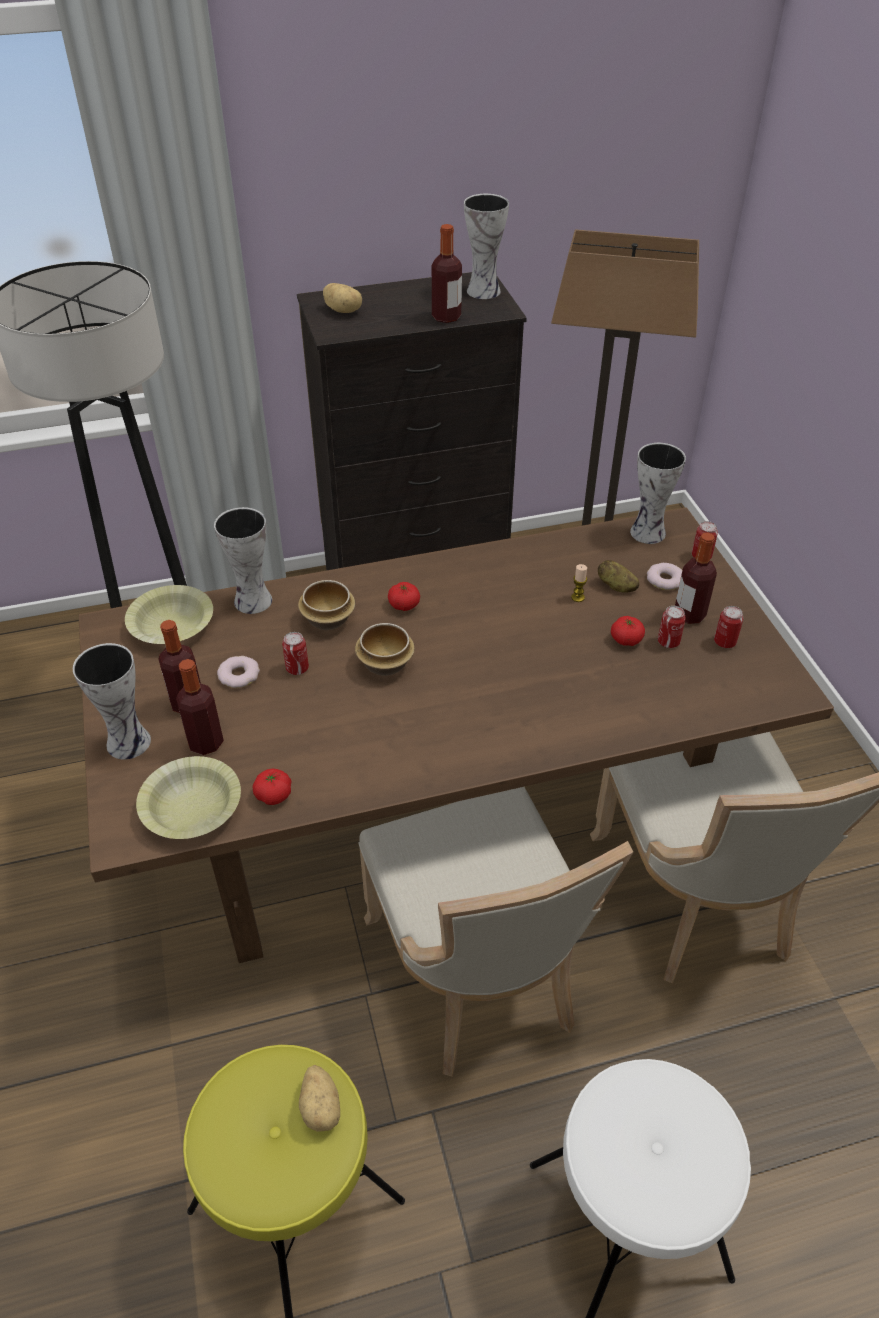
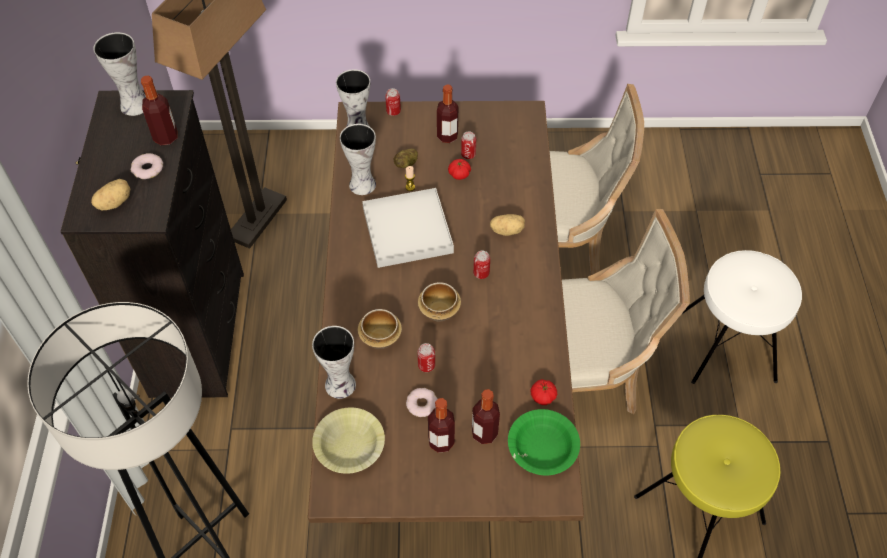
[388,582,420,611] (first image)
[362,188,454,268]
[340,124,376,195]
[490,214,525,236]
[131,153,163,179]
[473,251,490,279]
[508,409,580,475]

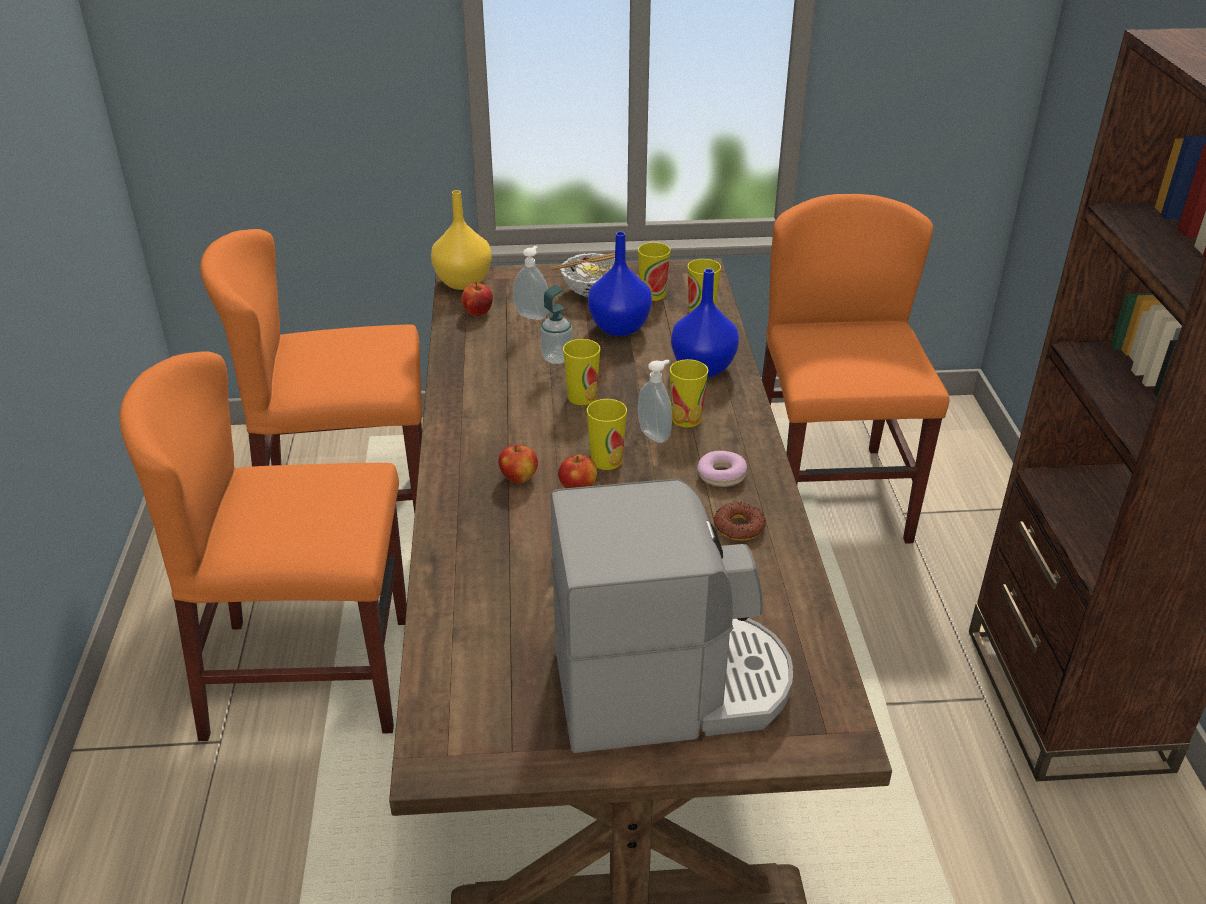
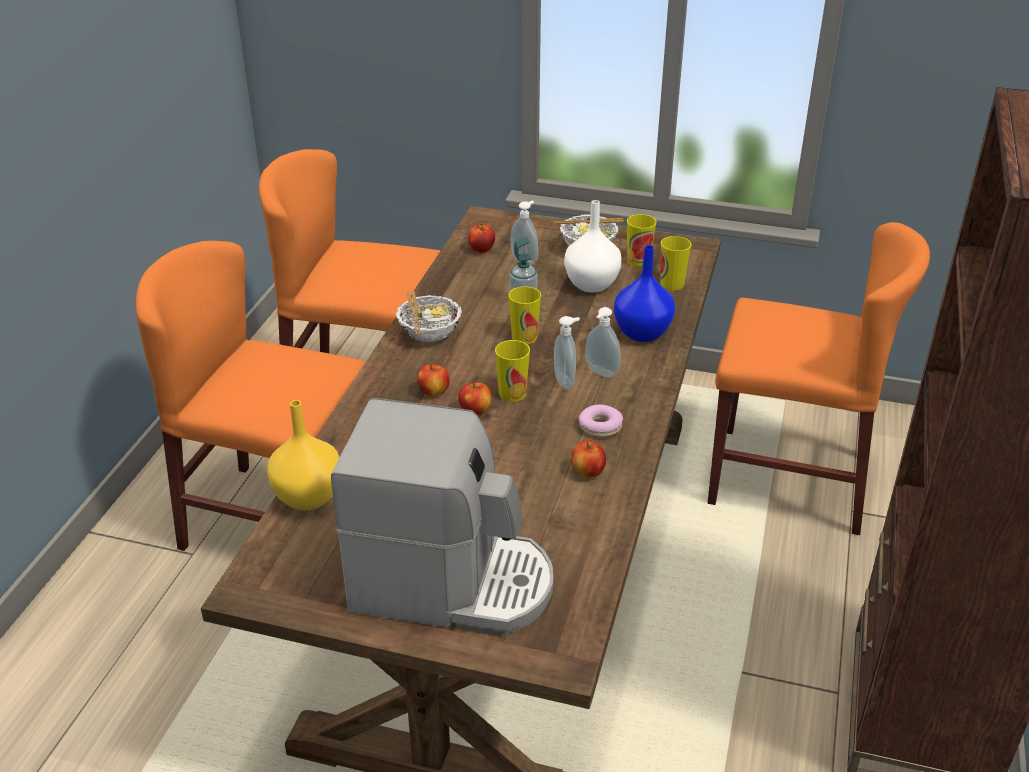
[396,291,462,342]
[267,400,340,510]
[585,307,621,378]
[571,441,606,478]
[564,200,622,293]
[708,222,930,535]

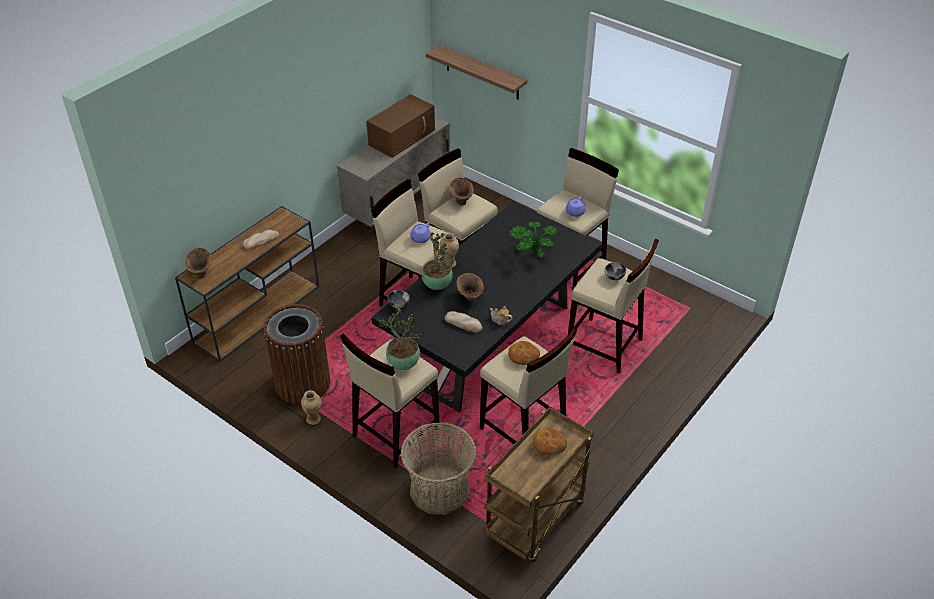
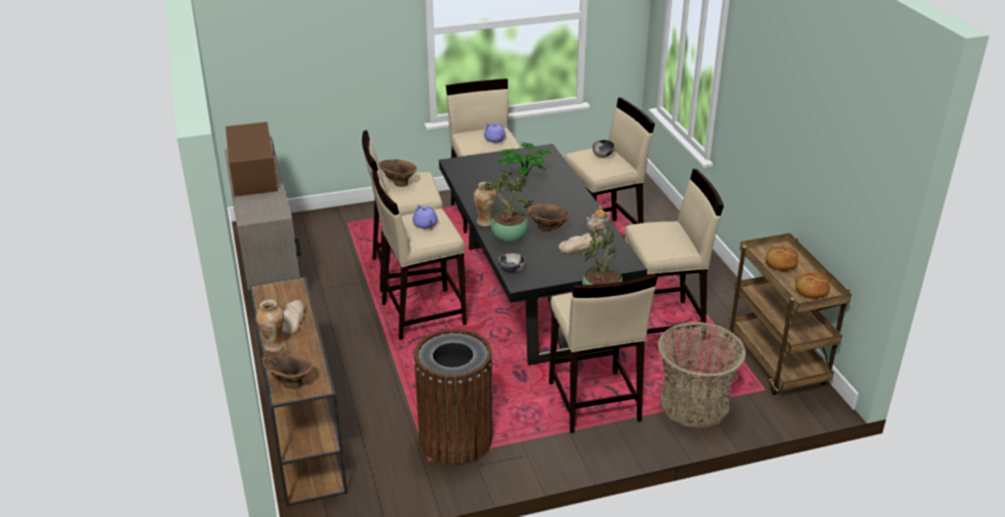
[426,45,527,99] (first image)
[256,300,284,352]
[795,273,830,299]

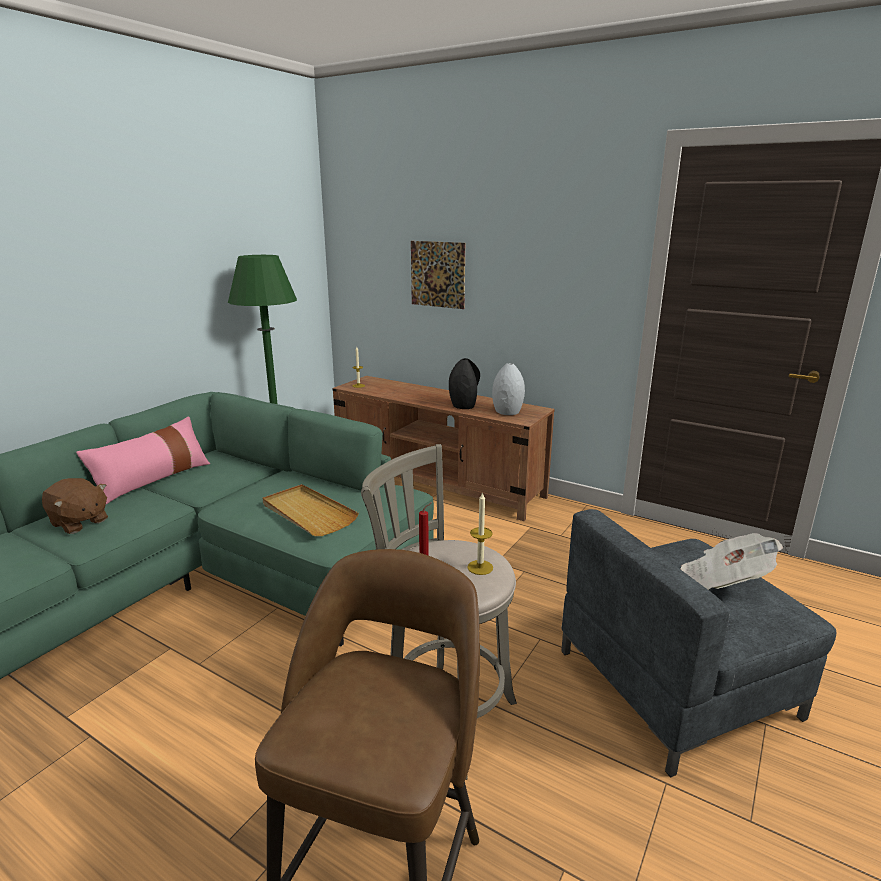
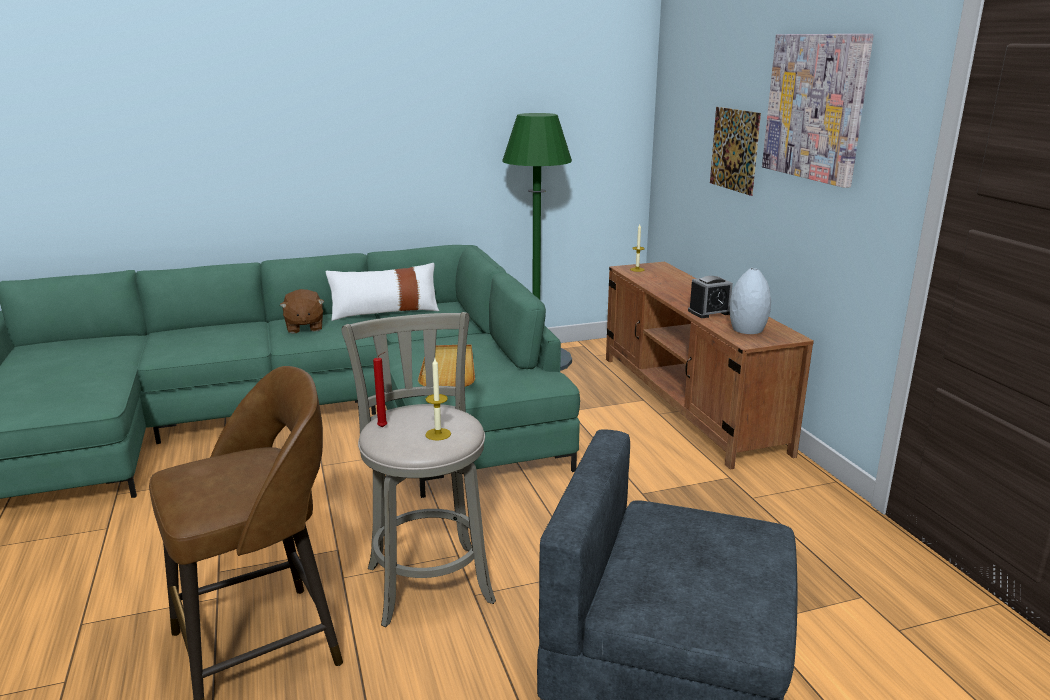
[681,533,783,590] (first image)
[762,34,874,188]
[688,276,733,318]
[326,263,439,321]

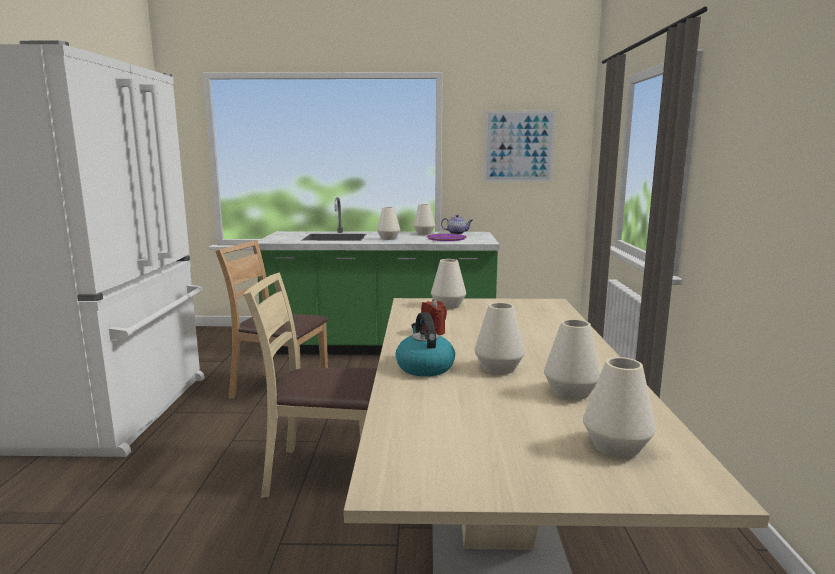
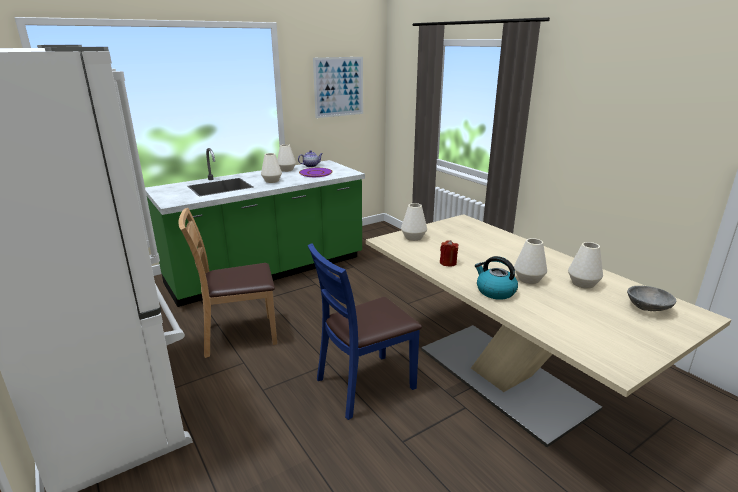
[627,286,676,311]
[308,243,422,420]

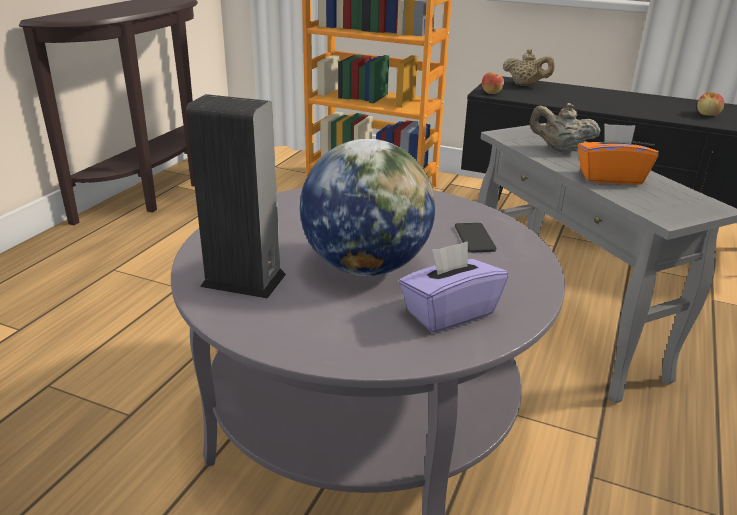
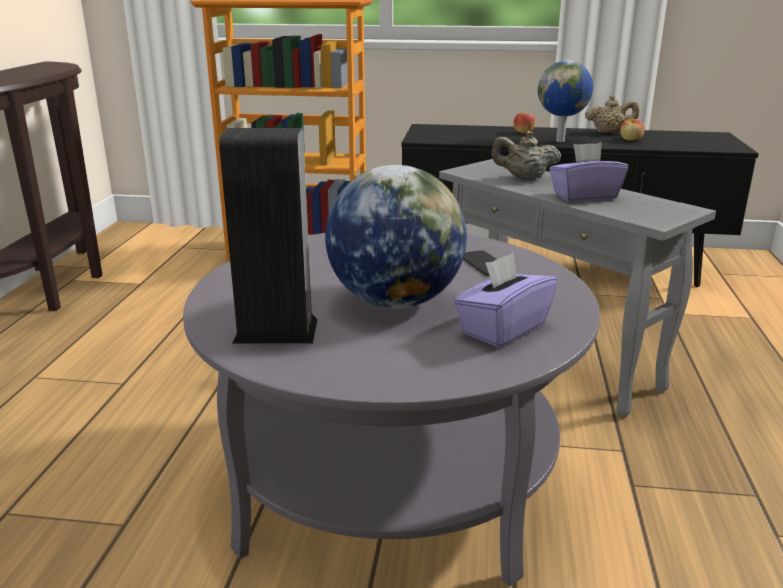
[538,60,593,142]
[514,113,536,133]
[585,95,639,133]
[549,143,628,202]

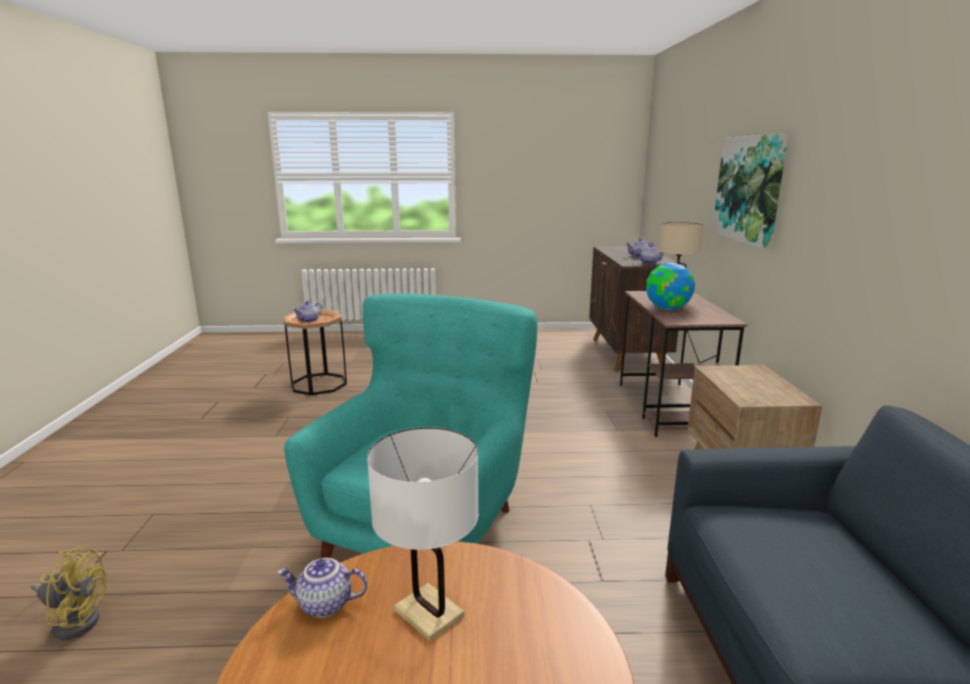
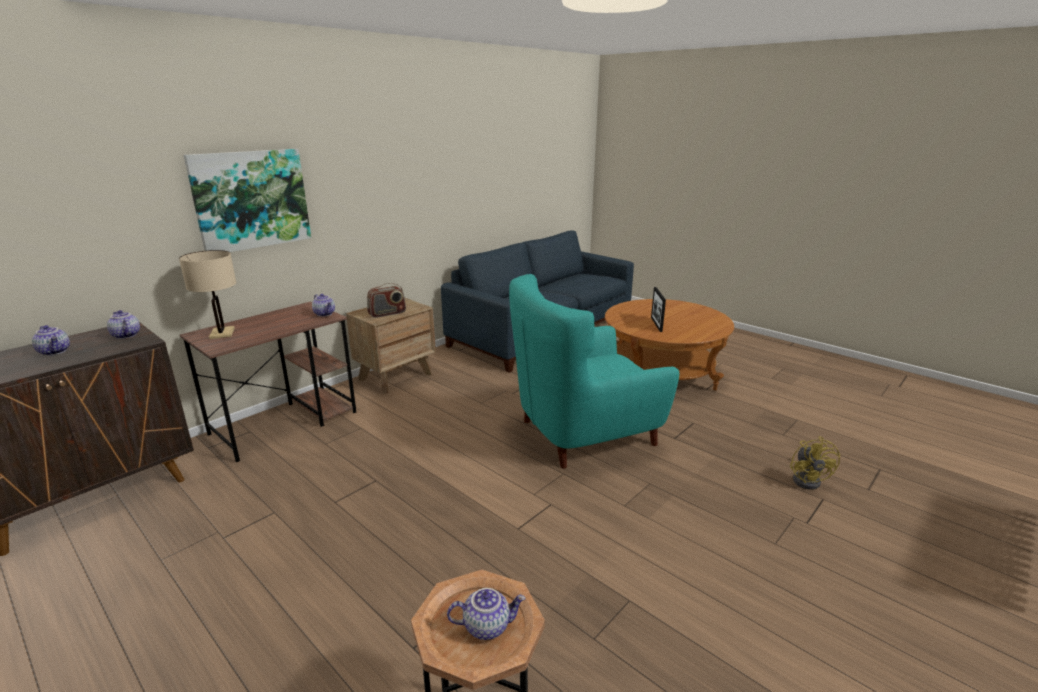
[646,263,695,310] (first image)
[367,283,406,318]
[312,294,335,317]
[651,287,666,332]
[790,436,840,490]

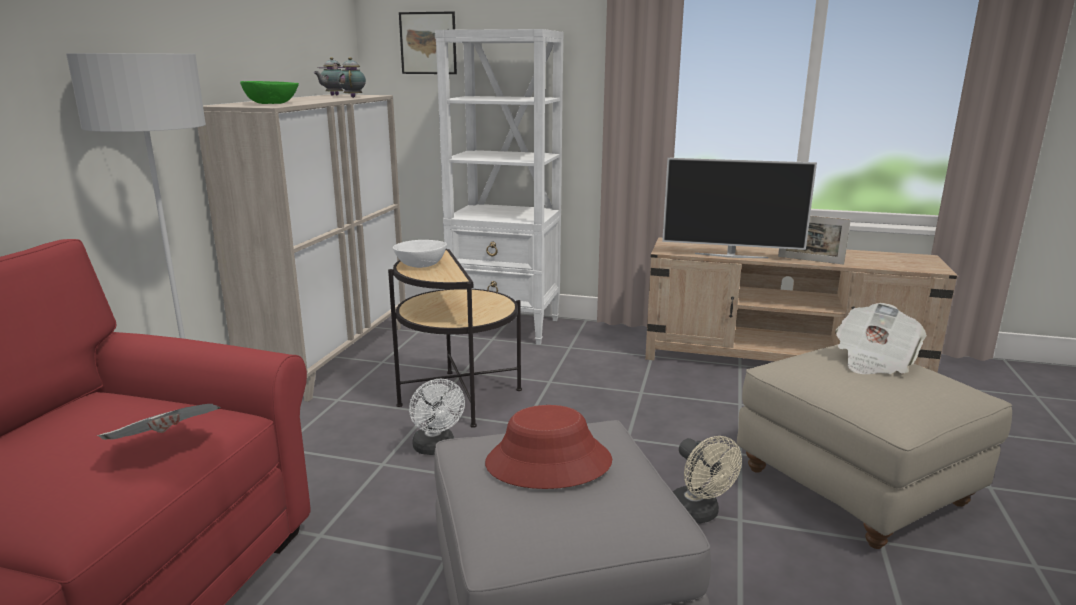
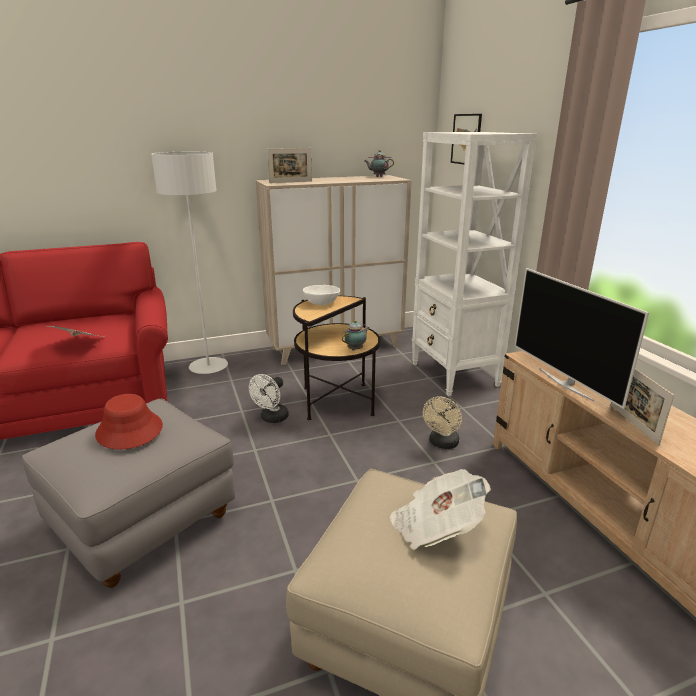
[342,320,369,351]
[423,397,462,449]
[267,148,312,183]

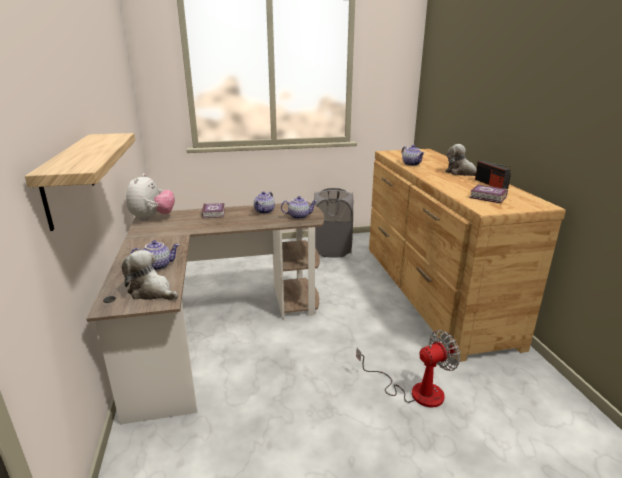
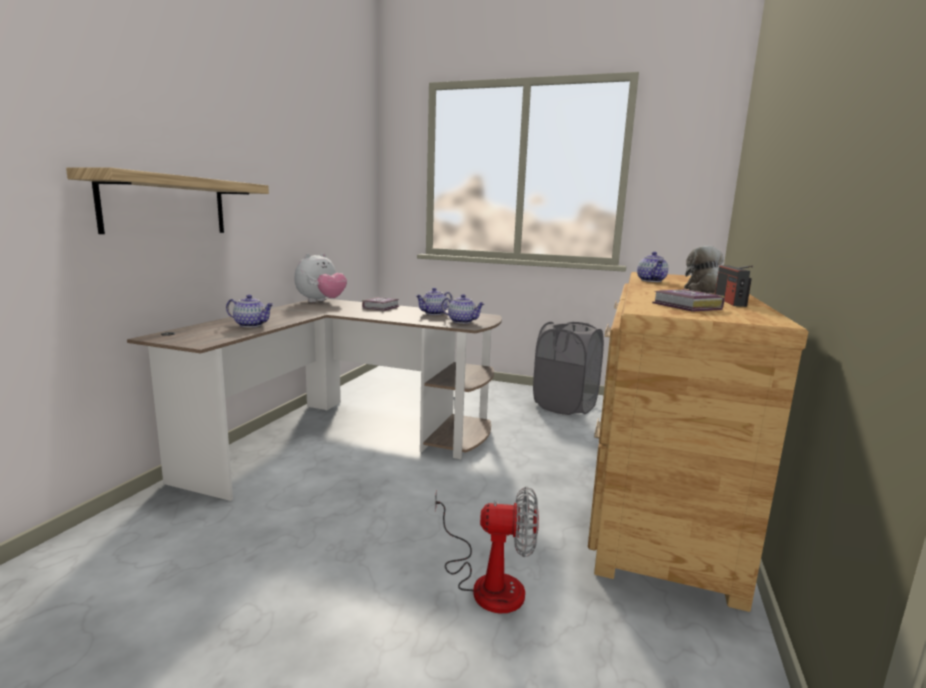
[122,250,178,300] (first image)

